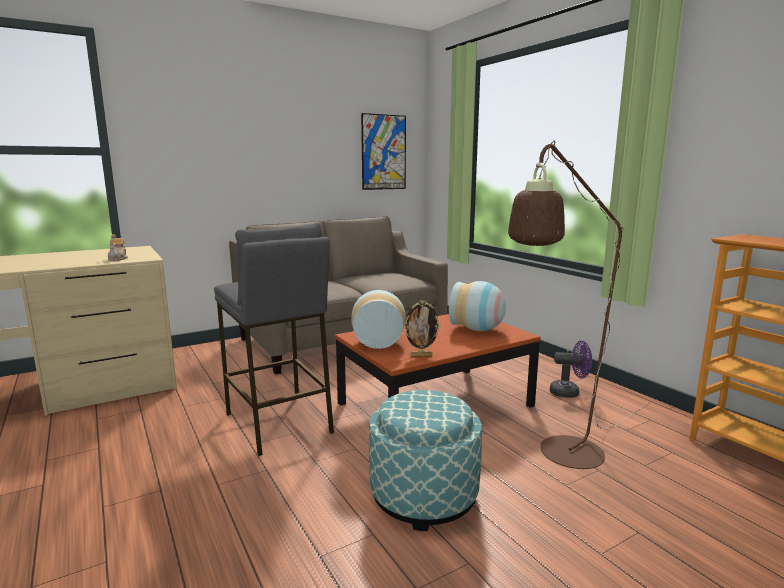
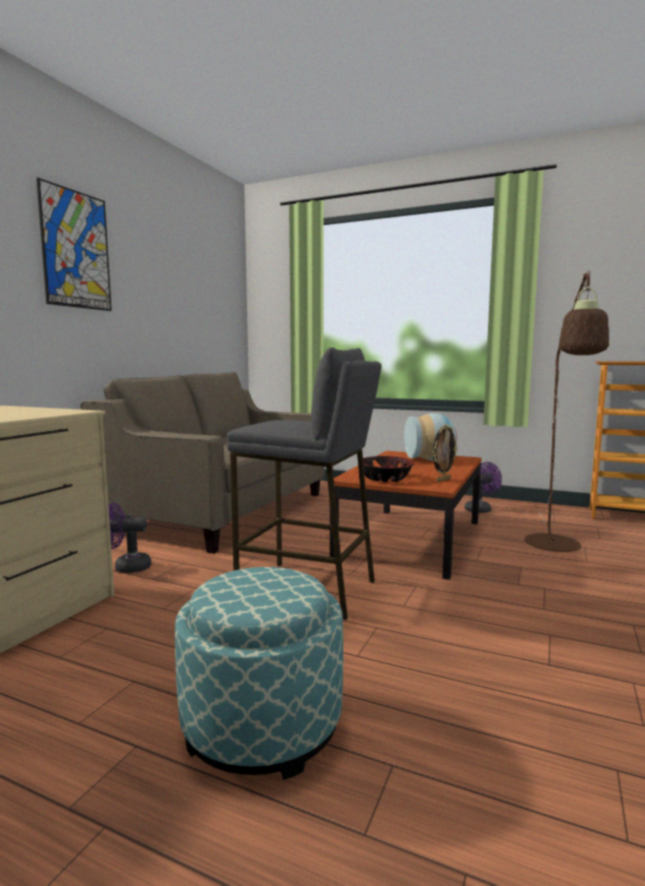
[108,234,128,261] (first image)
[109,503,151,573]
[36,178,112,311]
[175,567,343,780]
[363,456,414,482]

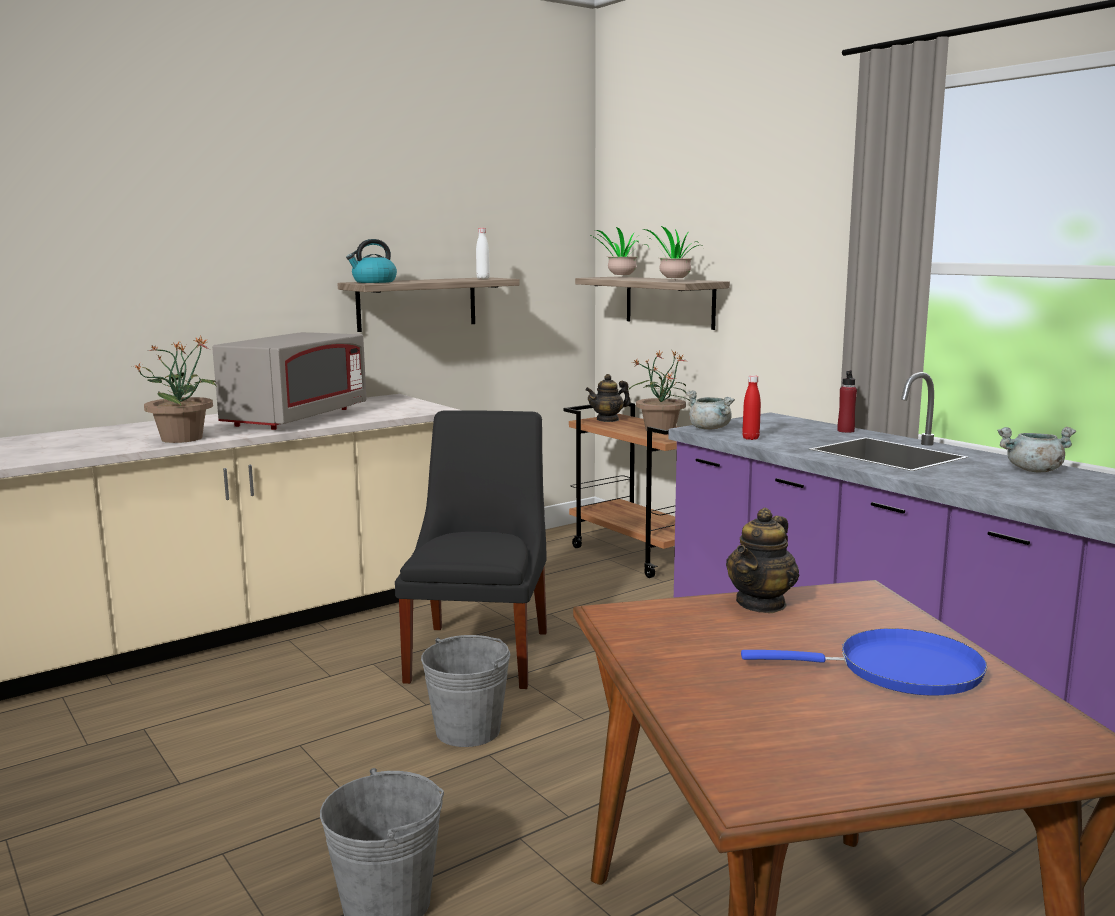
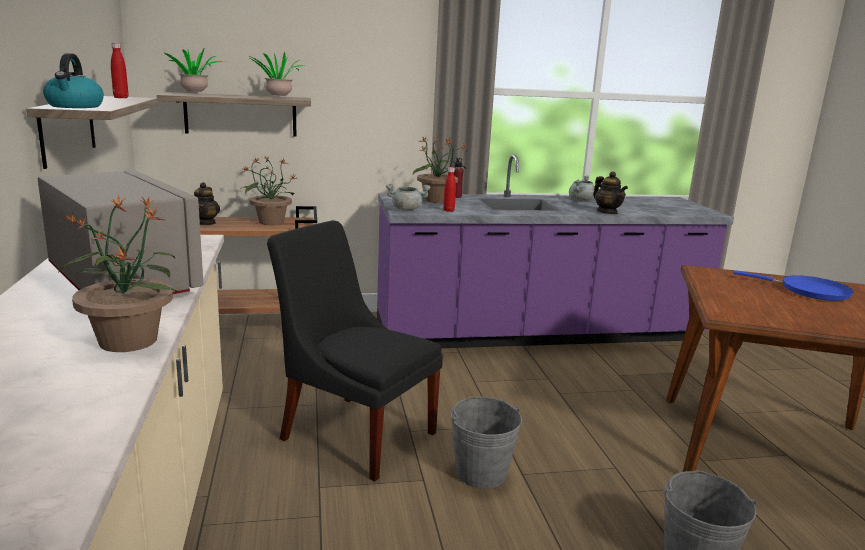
[413,136,467,203]
[593,171,628,214]
[111,43,128,98]
[734,270,854,301]

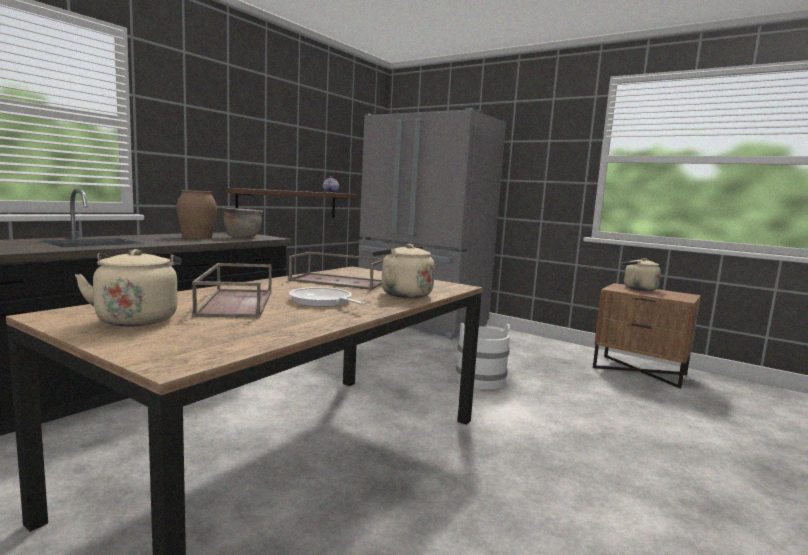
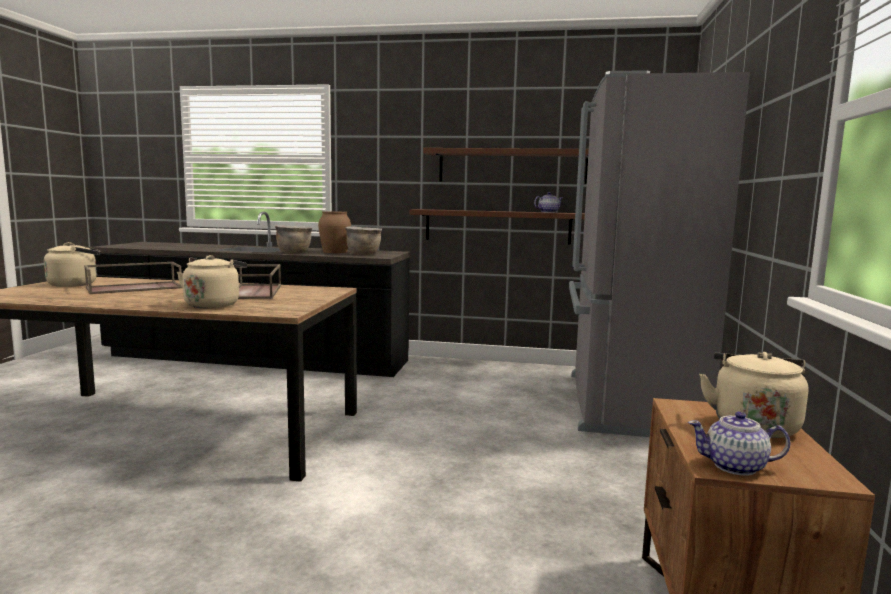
[289,287,365,307] (first image)
[456,323,510,390] (first image)
[275,225,313,254]
[423,148,589,184]
[688,411,791,476]

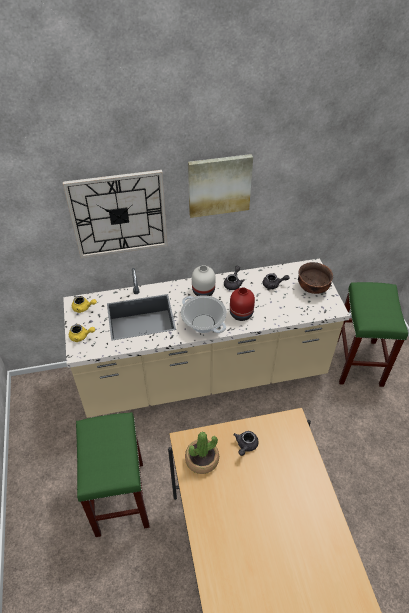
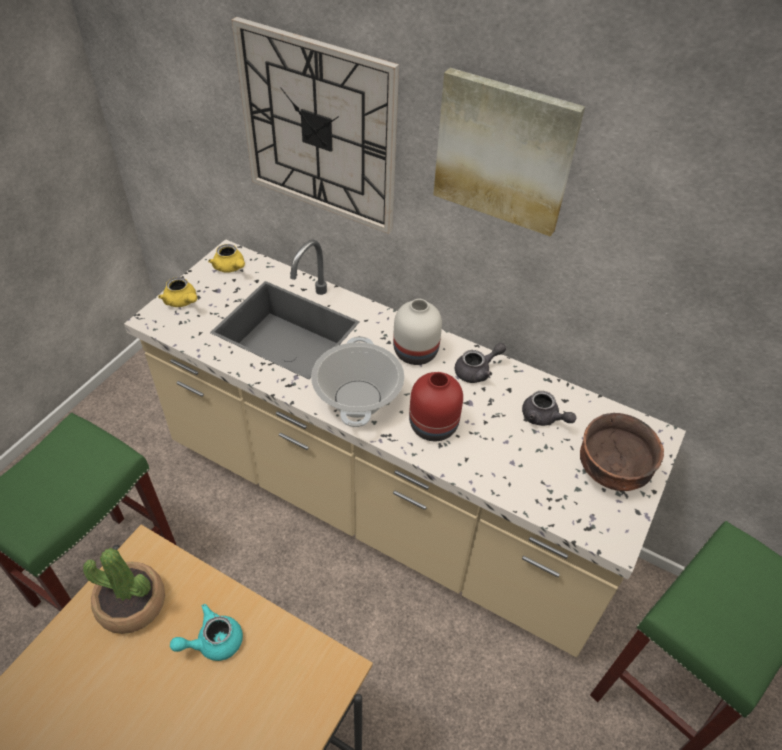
[170,604,243,661]

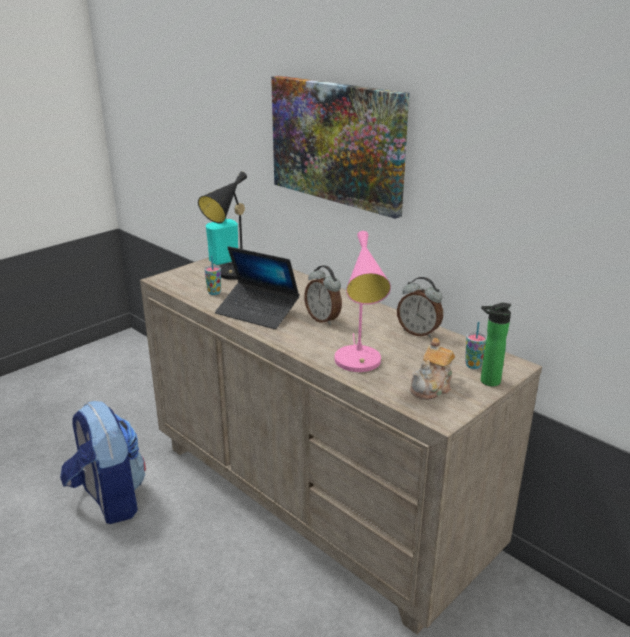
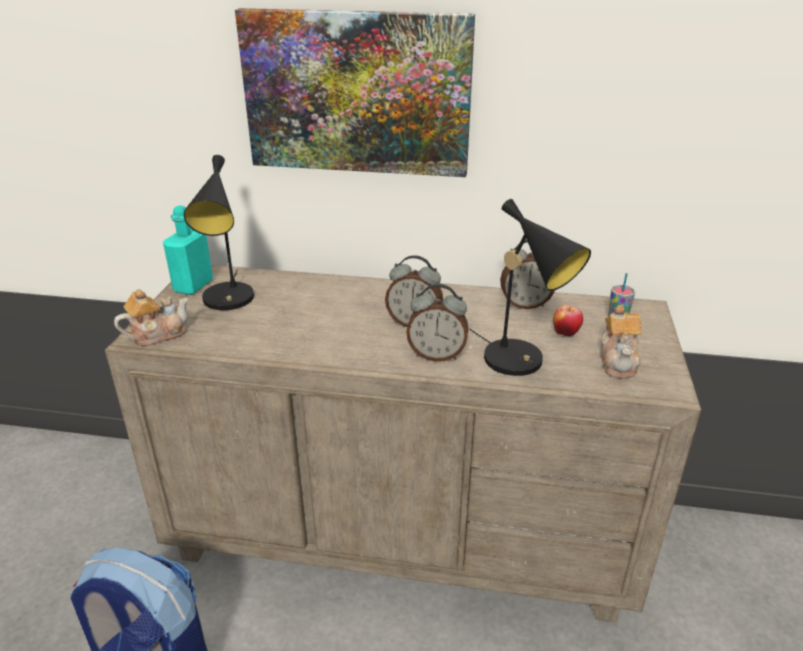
[204,256,221,295] (first image)
[215,246,300,329] (first image)
[481,303,511,386] (first image)
[114,289,189,346]
[406,284,468,362]
[553,305,583,336]
[469,199,591,376]

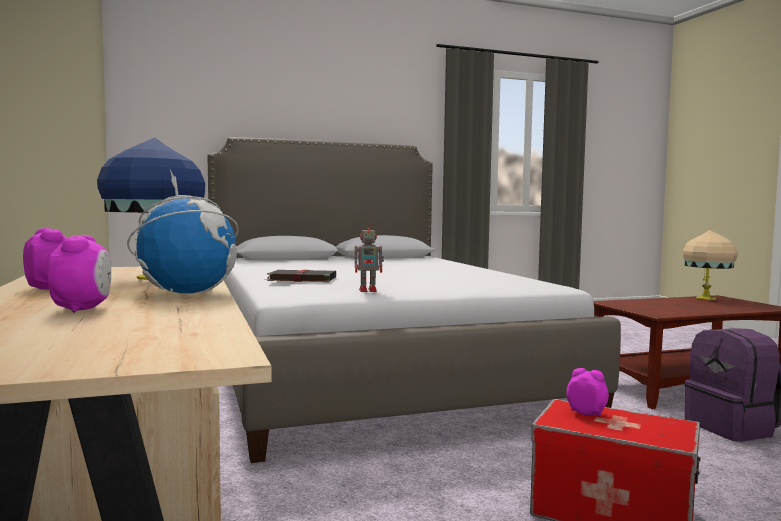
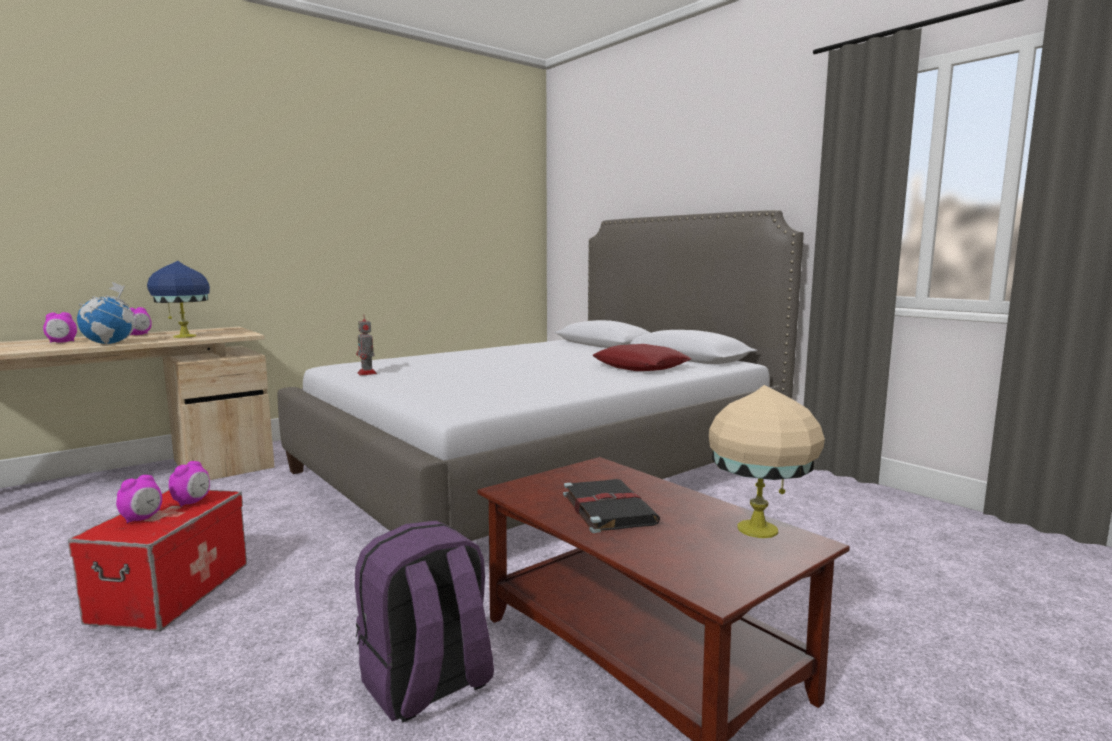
[116,475,162,523]
[593,344,691,371]
[563,479,660,533]

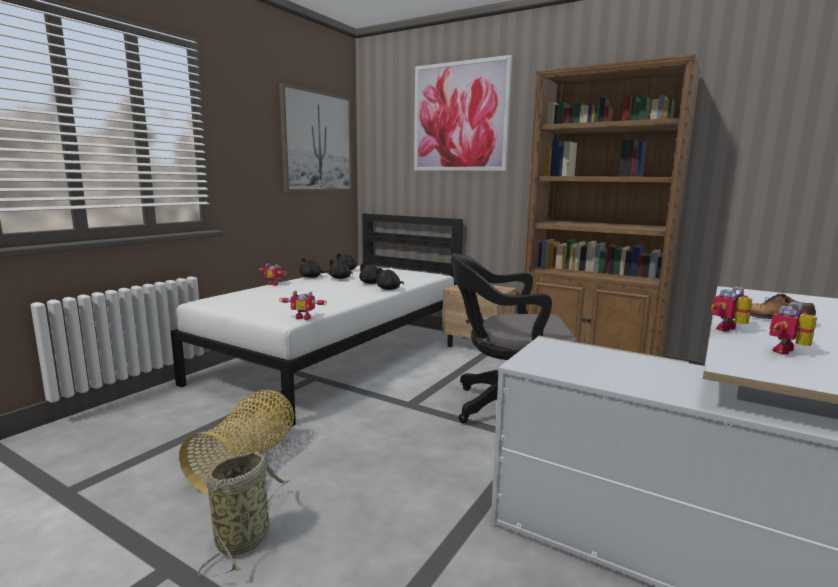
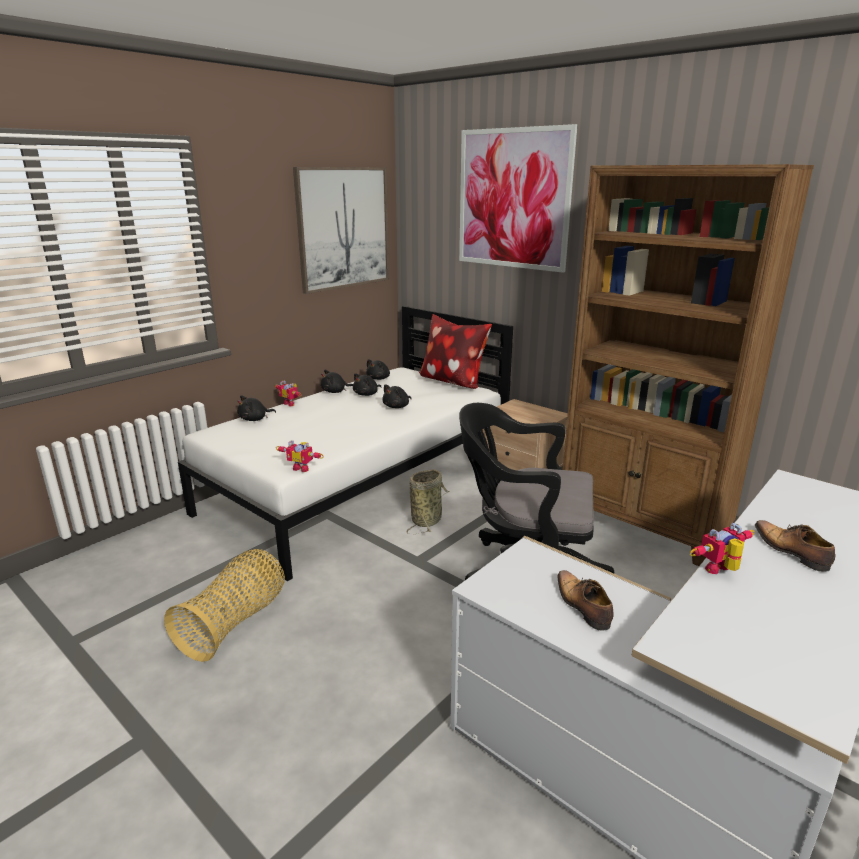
[769,302,817,354] (first image)
[419,314,492,389]
[557,570,614,631]
[407,469,450,534]
[237,395,276,421]

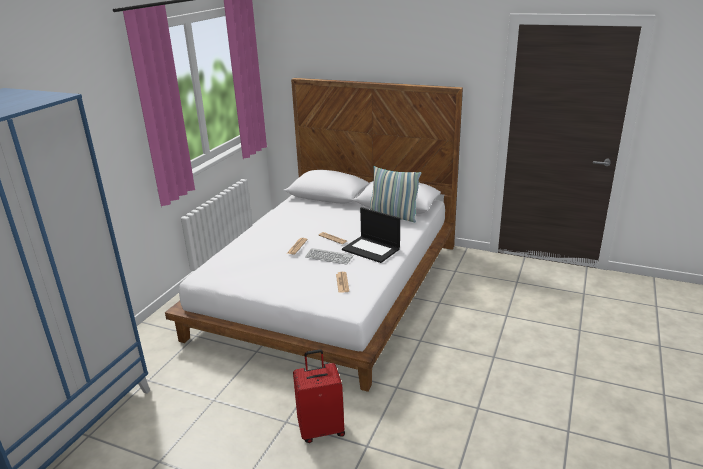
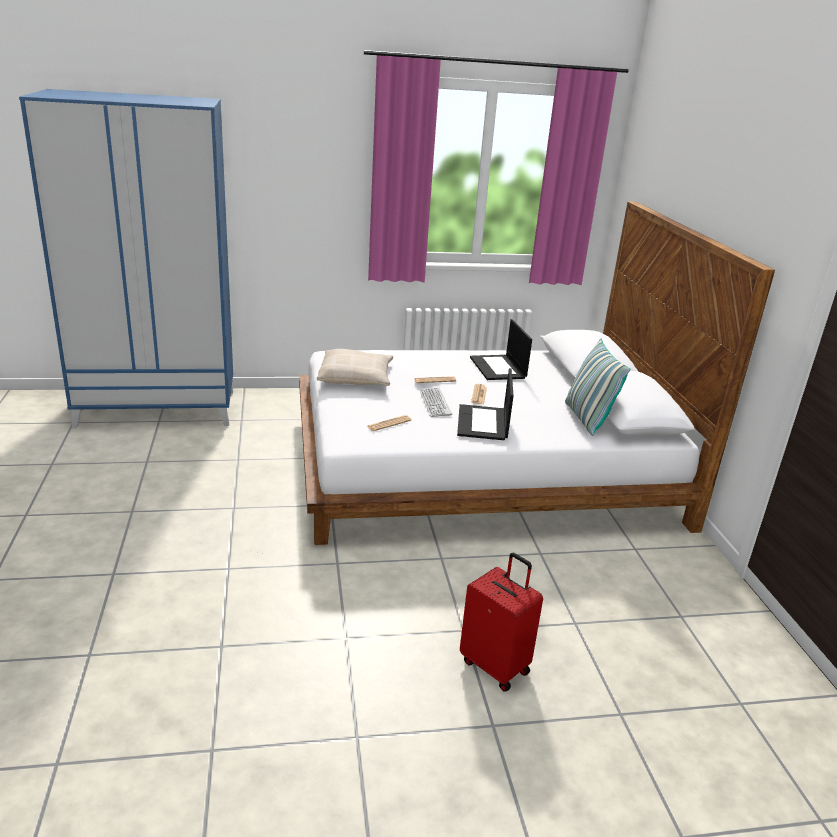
[317,349,393,386]
[470,319,532,380]
[460,553,543,692]

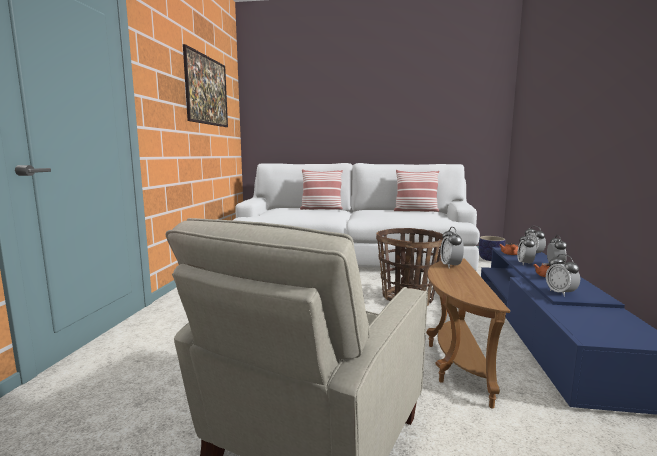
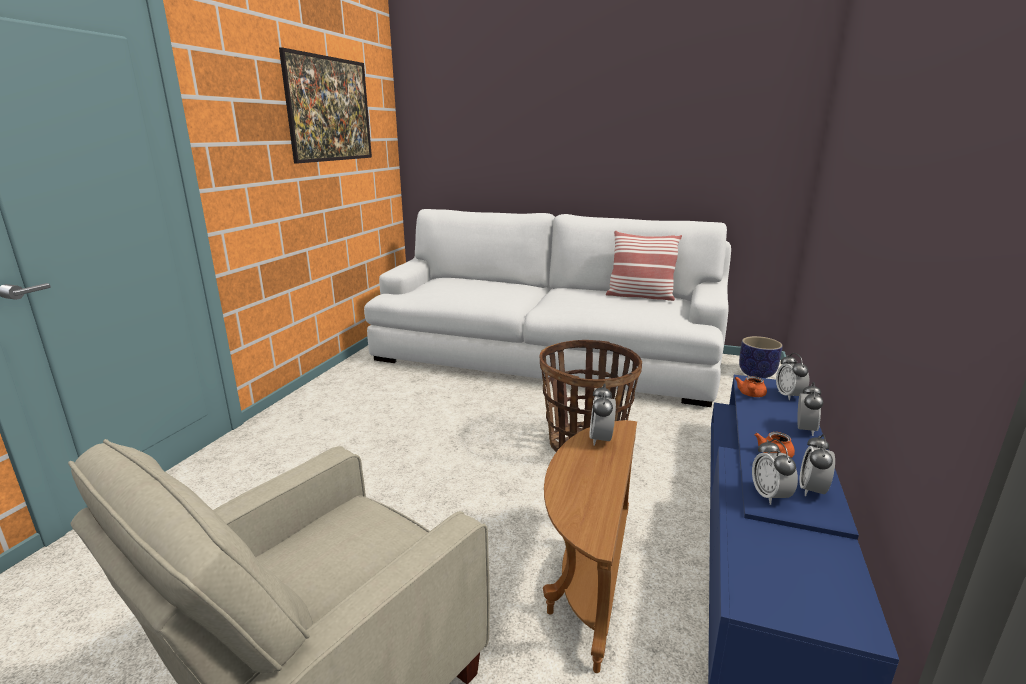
[300,169,343,210] (first image)
[799,434,835,496]

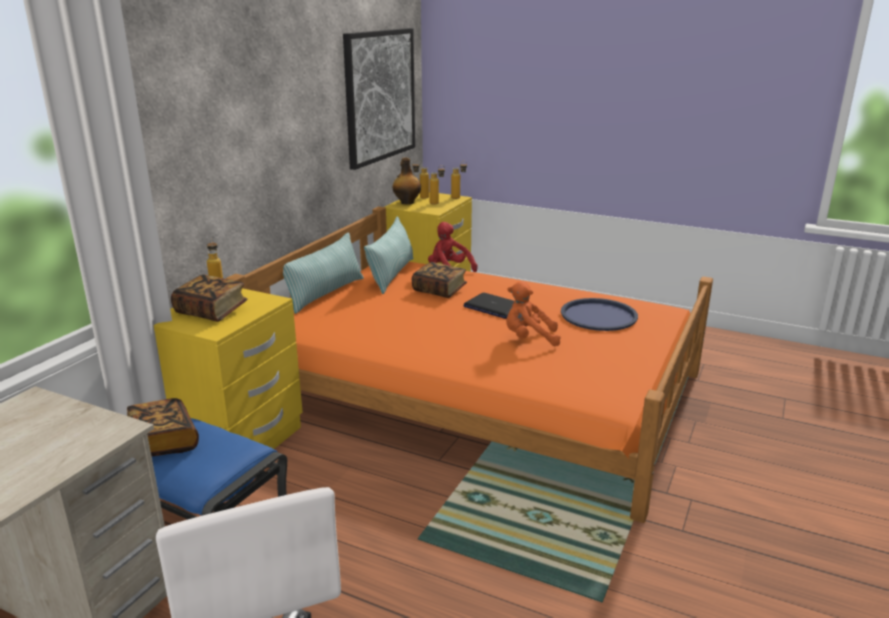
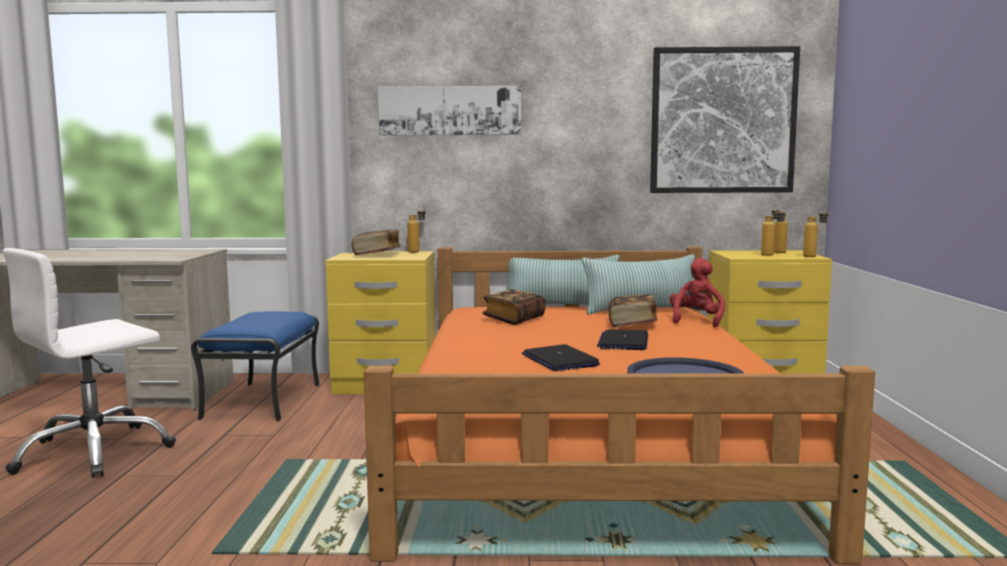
[393,157,421,204] (first image)
[378,86,521,136]
[482,289,545,325]
[522,344,600,371]

